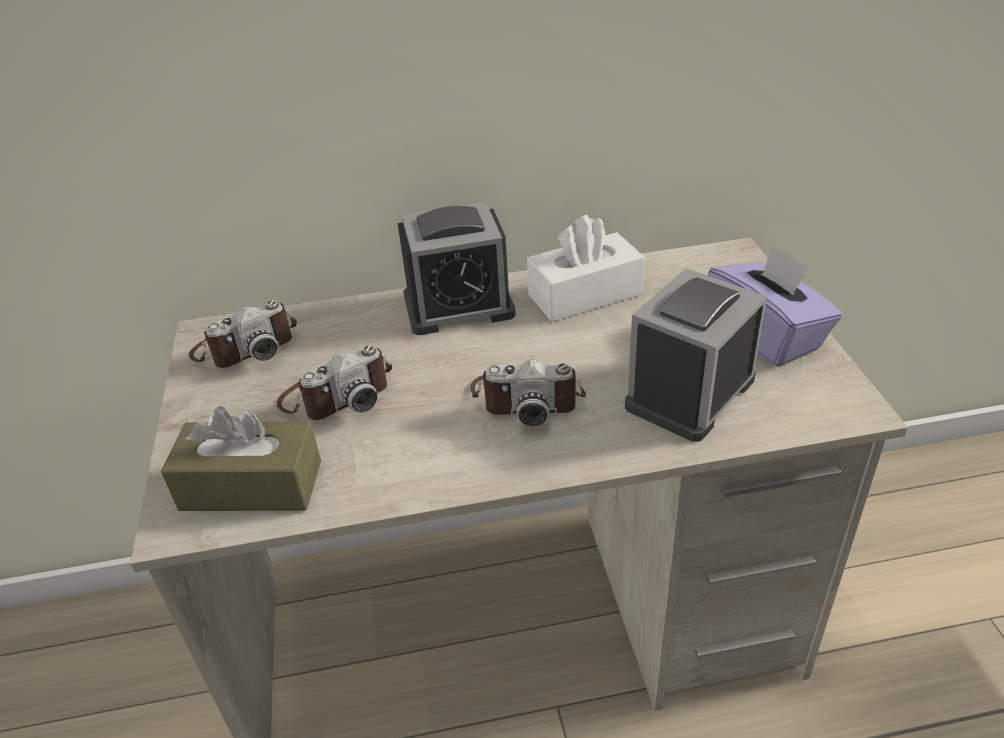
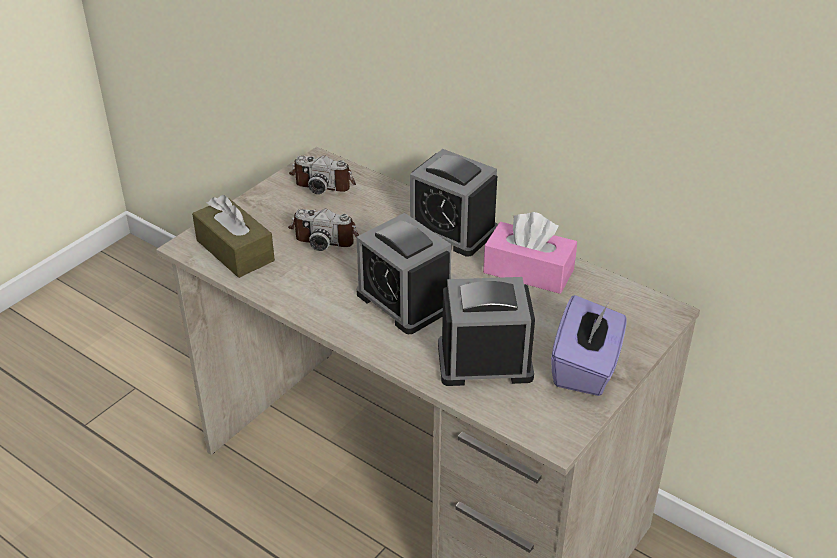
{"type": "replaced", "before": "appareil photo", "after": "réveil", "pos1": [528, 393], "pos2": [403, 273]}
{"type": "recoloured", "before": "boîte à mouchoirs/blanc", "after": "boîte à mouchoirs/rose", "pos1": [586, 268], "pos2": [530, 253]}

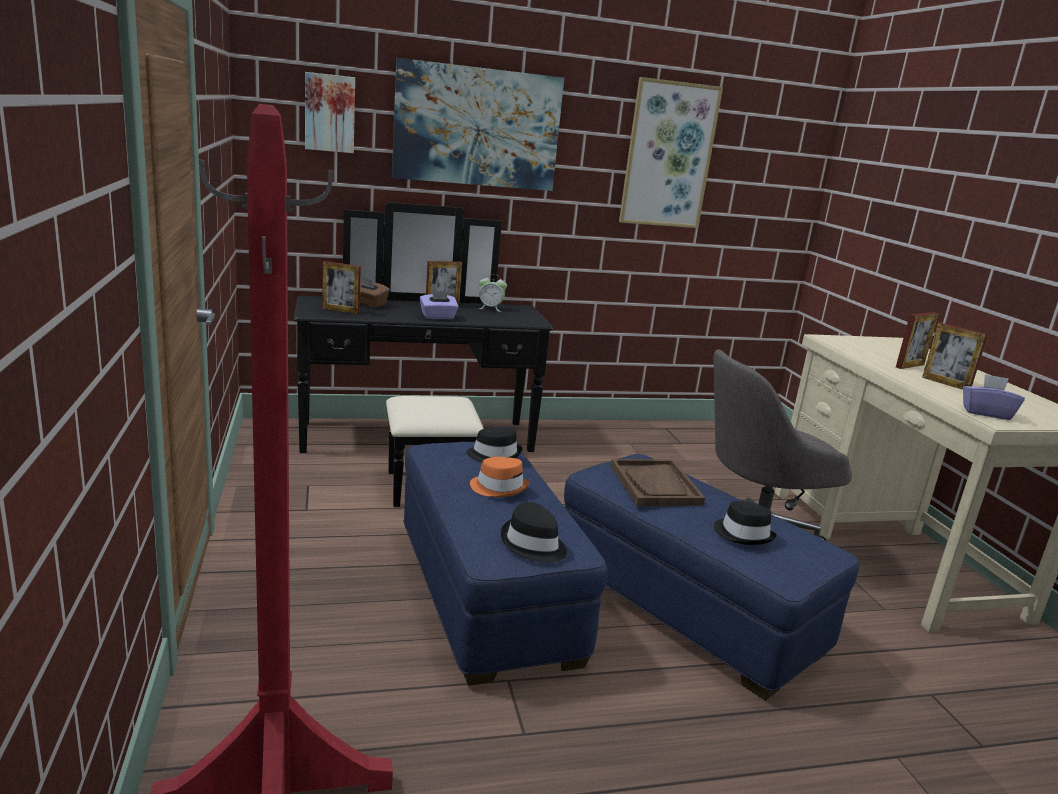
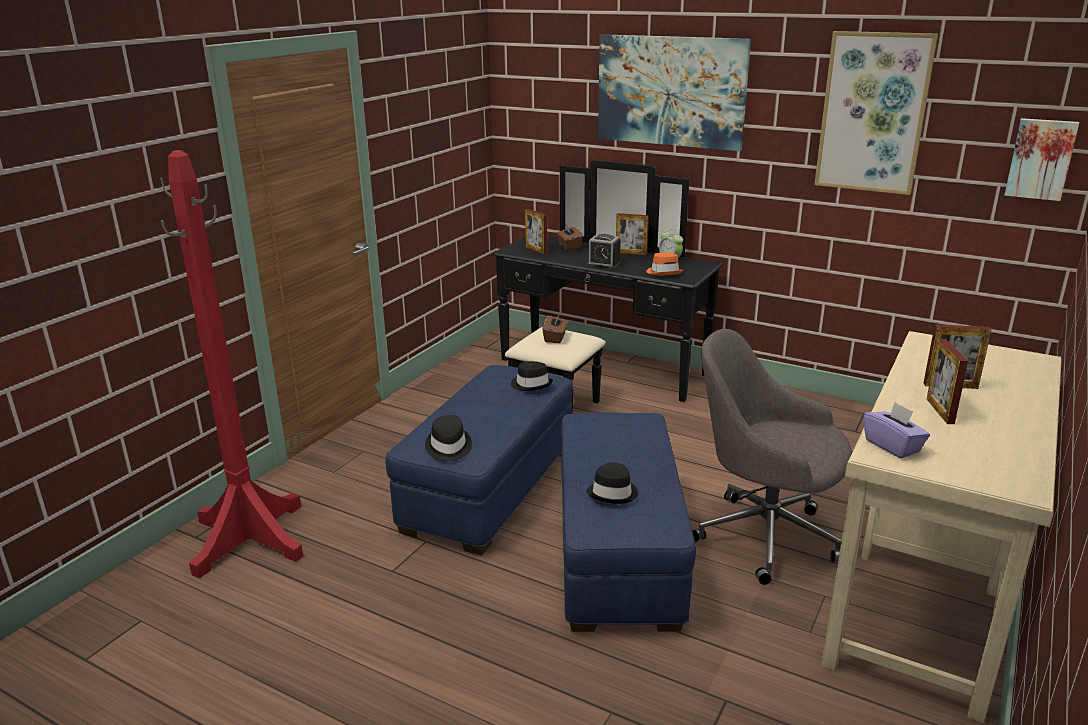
{"type": "removed", "before": "plateau/marron", "pos1": [658, 482]}
{"type": "added", "after": "boîte à mouchoirs/marron", "pos2": [555, 328]}
{"type": "moved", "before": "tableau", "pos1": [330, 112], "pos2": [1041, 159]}
{"type": "moved", "before": "chapeau/orange", "pos1": [499, 477], "pos2": [664, 263]}
{"type": "replaced", "before": "boîte à mouchoirs/violet", "after": "réveil", "pos1": [439, 305], "pos2": [604, 251]}

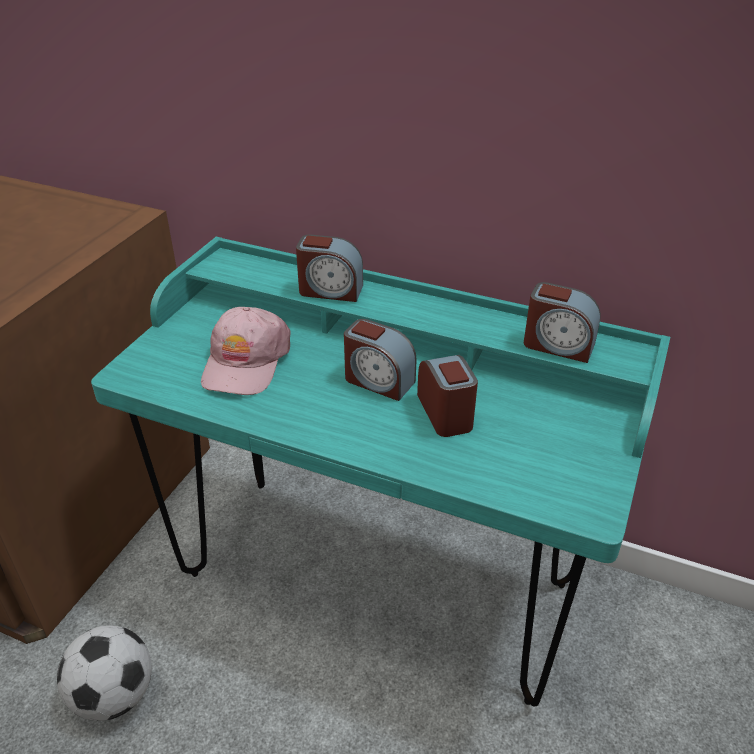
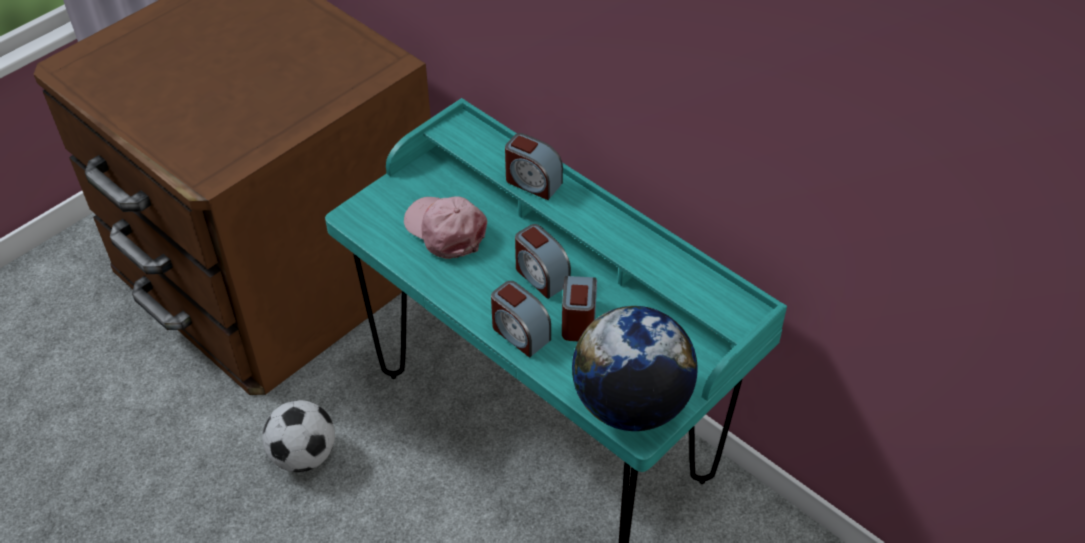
{"type": "added", "after": "globe", "pos2": [635, 368]}
{"type": "moved", "before": "réveil", "pos1": [562, 322], "pos2": [521, 319]}
{"type": "turned", "before": "casquette/rose", "pos1": [246, 351], "pos2": [445, 227], "turn": 105}

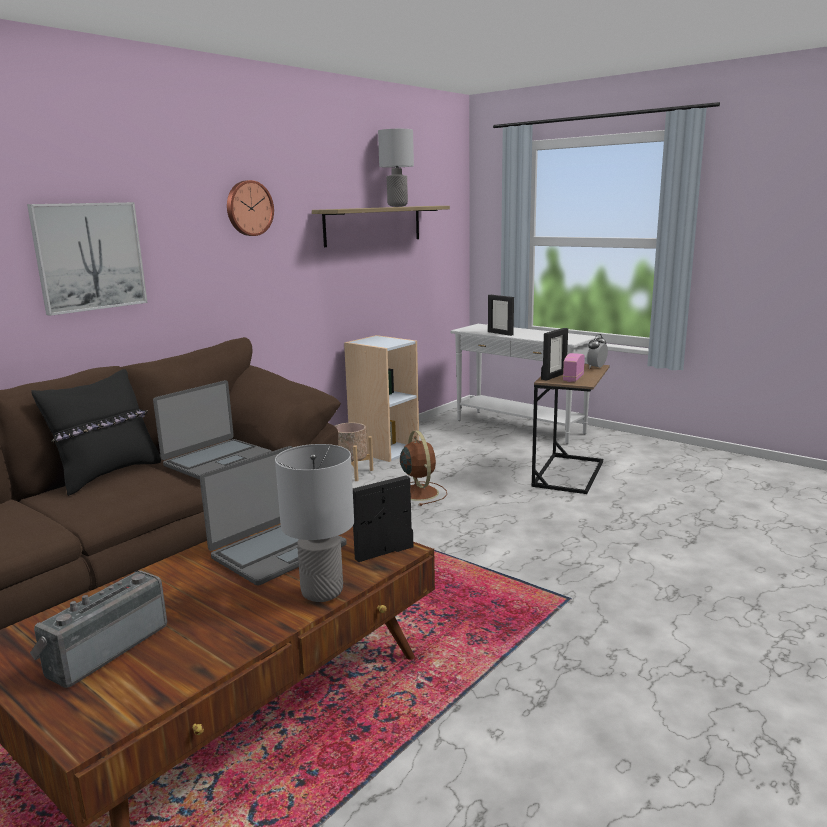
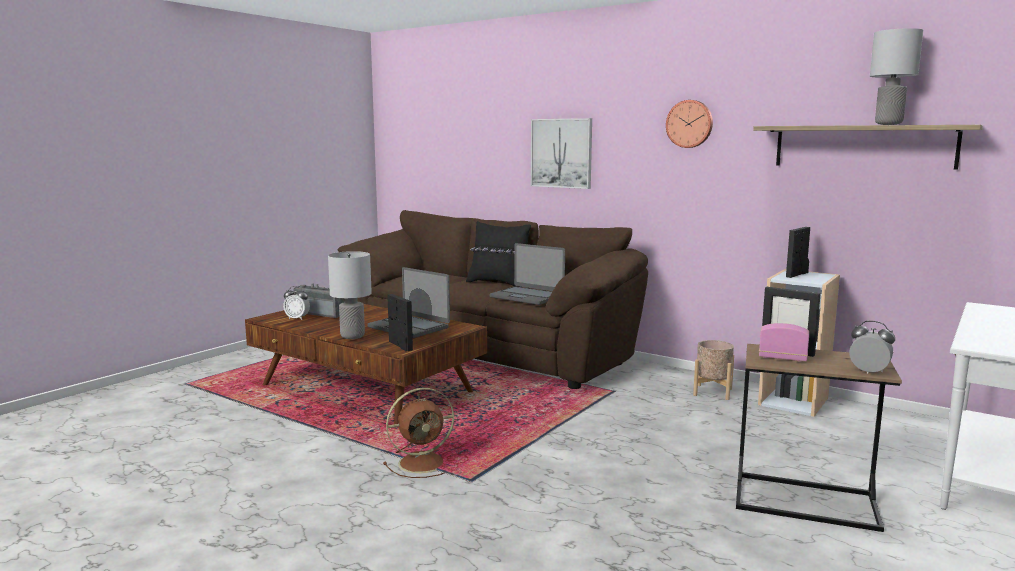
{"type": "added", "after": "réveil", "pos2": [296, 303]}
{"type": "moved", "before": "ventilateur/marron", "pos1": [423, 468], "pos2": [418, 433]}
{"type": "moved", "before": "cadre photo", "pos1": [501, 315], "pos2": [798, 252]}

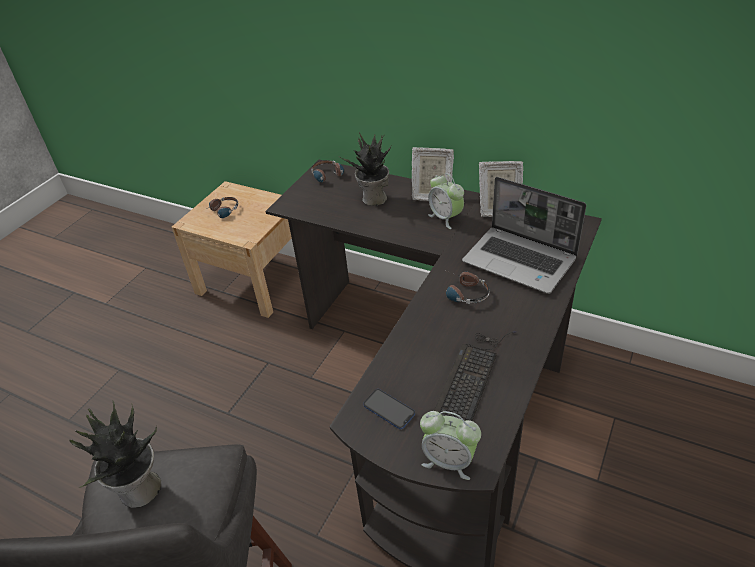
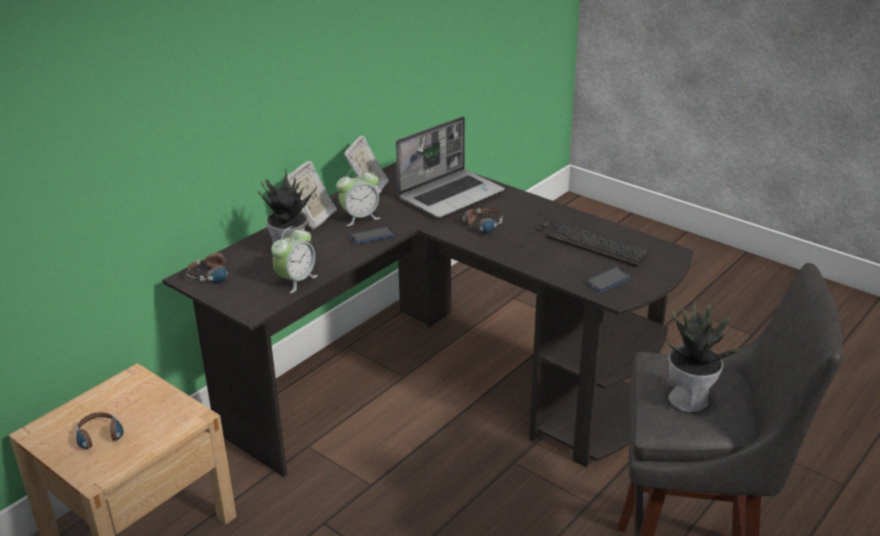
{"type": "added", "after": "téléphone", "pos2": [372, 235]}
{"type": "moved", "before": "réveil", "pos1": [450, 445], "pos2": [294, 259]}

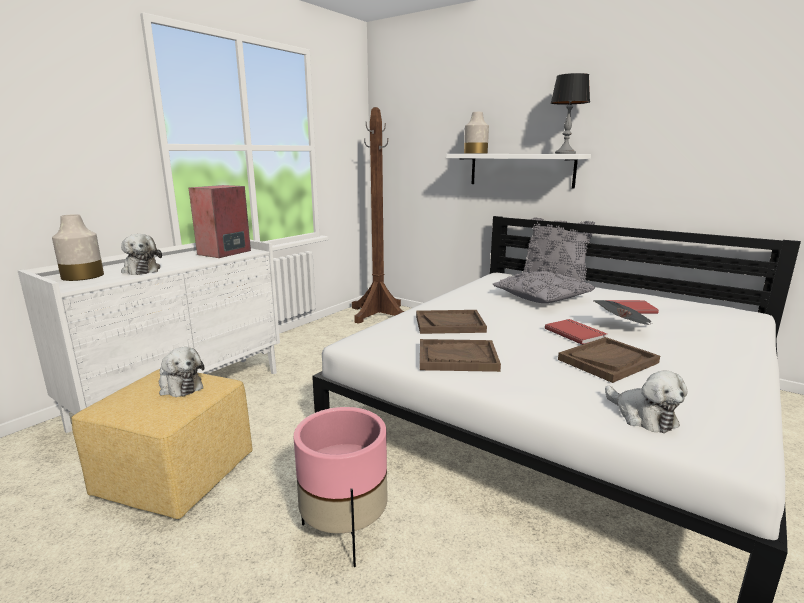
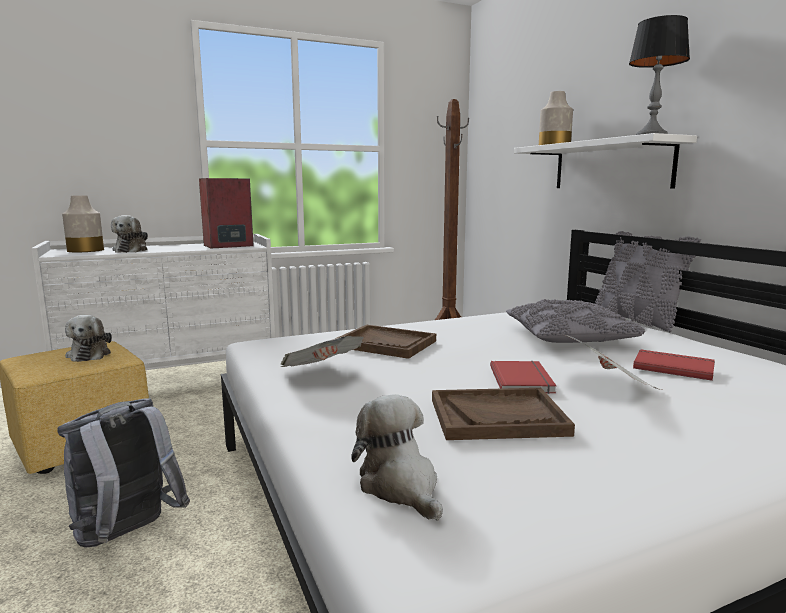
{"type": "replaced", "before": "cache-pot/rose", "after": "sac à dos/gris", "pos1": [341, 487], "pos2": [124, 473]}
{"type": "replaced", "before": "plateau/marron", "after": "journal", "pos1": [460, 355], "pos2": [322, 351]}
{"type": "turned", "before": "peluche", "pos1": [646, 402], "pos2": [397, 457], "turn": 150}

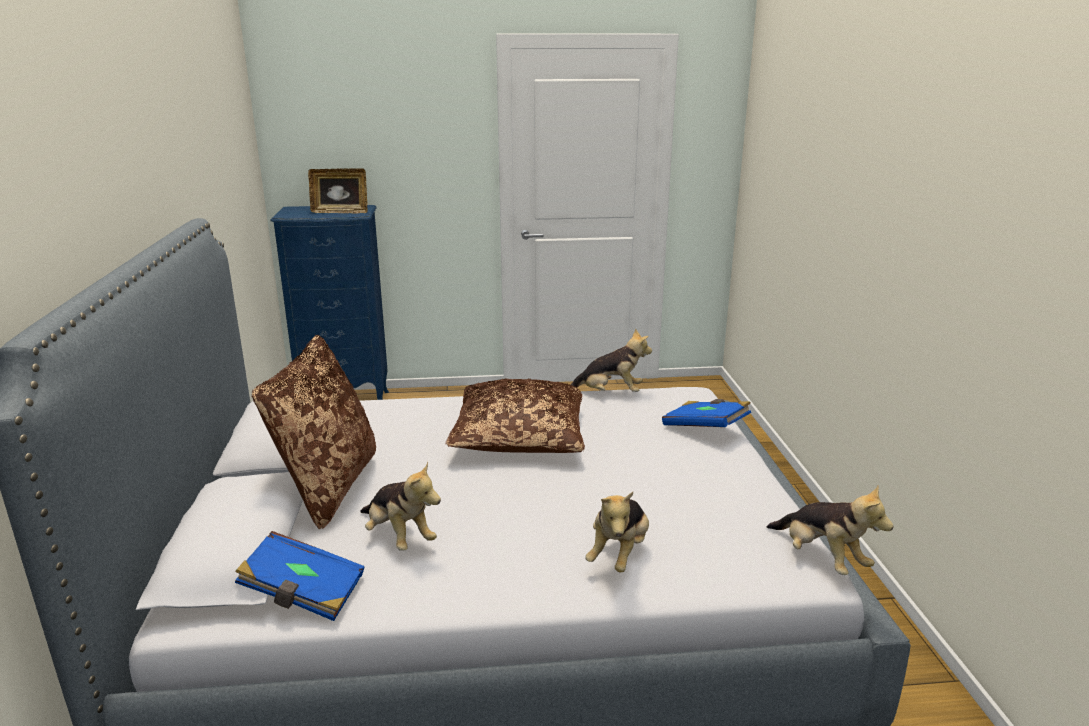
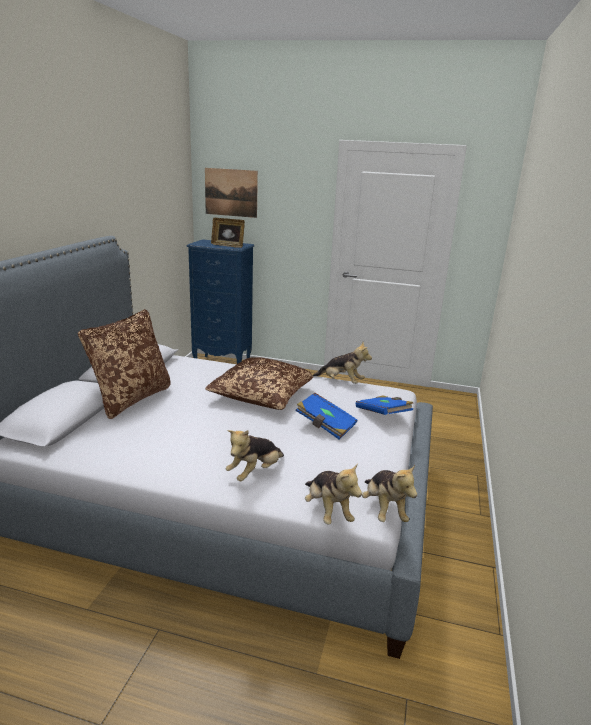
{"type": "added", "after": "tableau", "pos2": [231, 193]}
{"type": "moved", "before": "livre/bleu", "pos1": [300, 576], "pos2": [326, 416]}
{"type": "moved", "before": "peluche", "pos1": [400, 506], "pos2": [333, 494]}

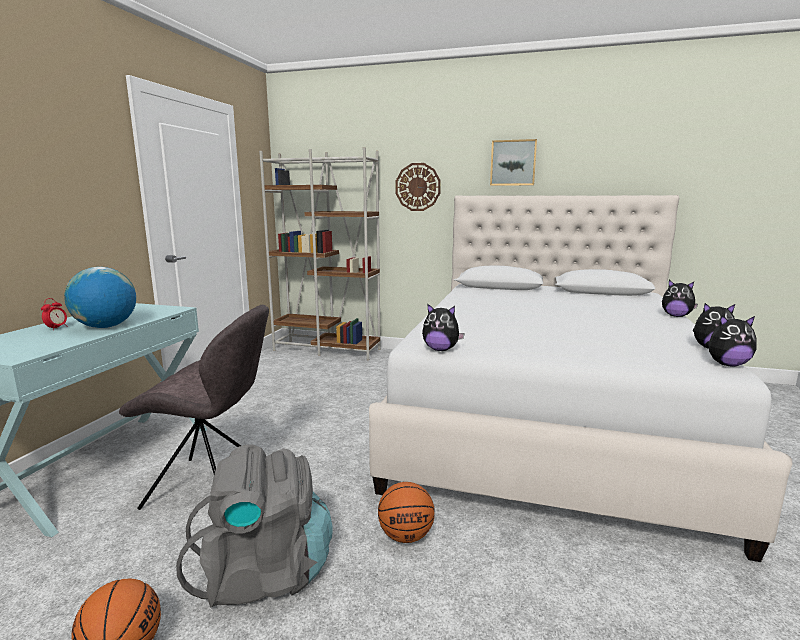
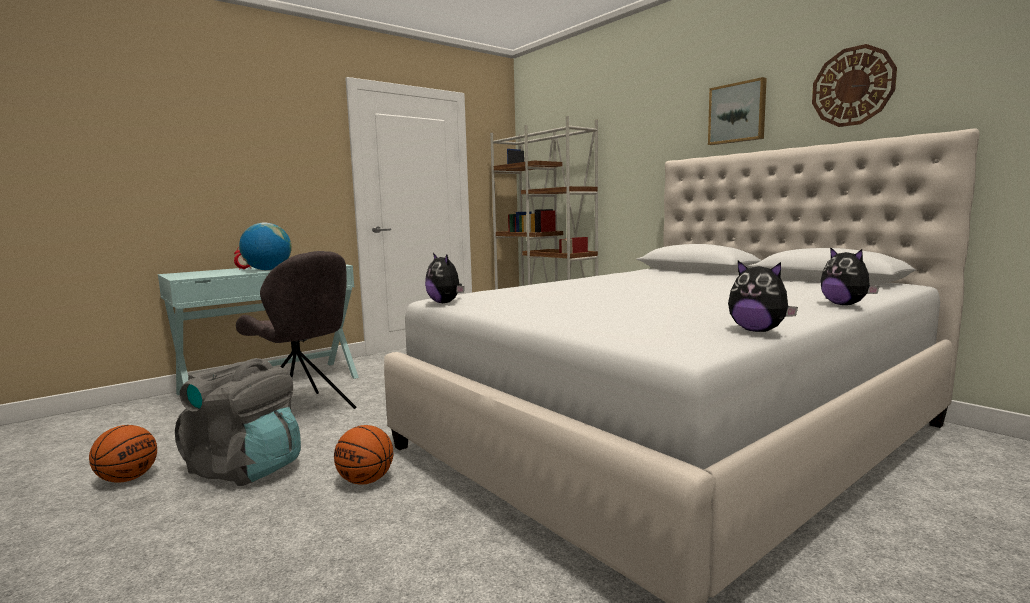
{"type": "removed", "before": "peluche", "pos1": [731, 341]}
{"type": "moved", "before": "horloge murale", "pos1": [418, 187], "pos2": [854, 85]}

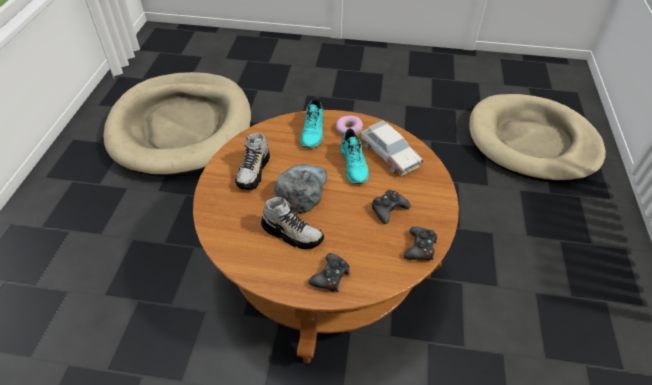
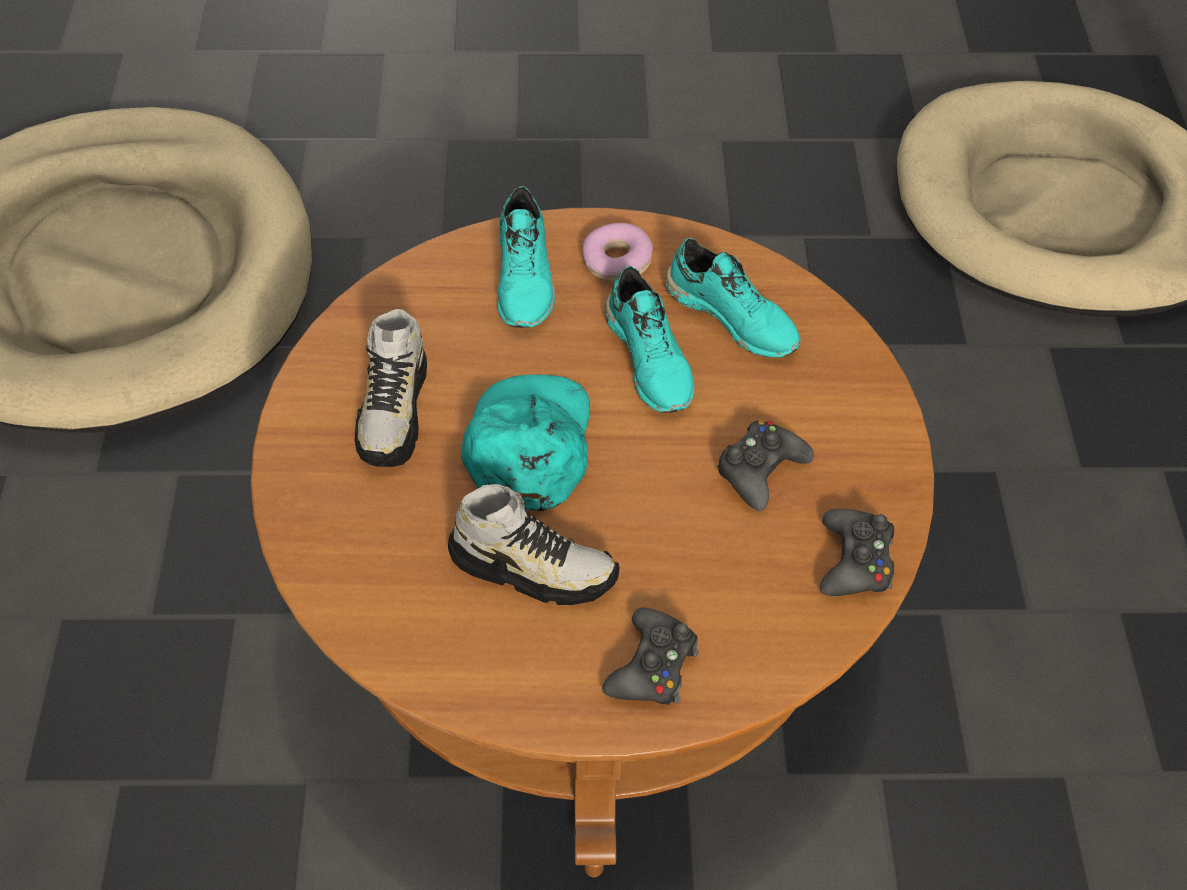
{"type": "replaced", "before": "petite voiture", "after": "chaussure/turquoise", "pos1": [392, 148], "pos2": [733, 297]}
{"type": "recoloured", "before": "casquette/gris", "after": "casquette/turquoise", "pos1": [300, 189], "pos2": [525, 442]}

